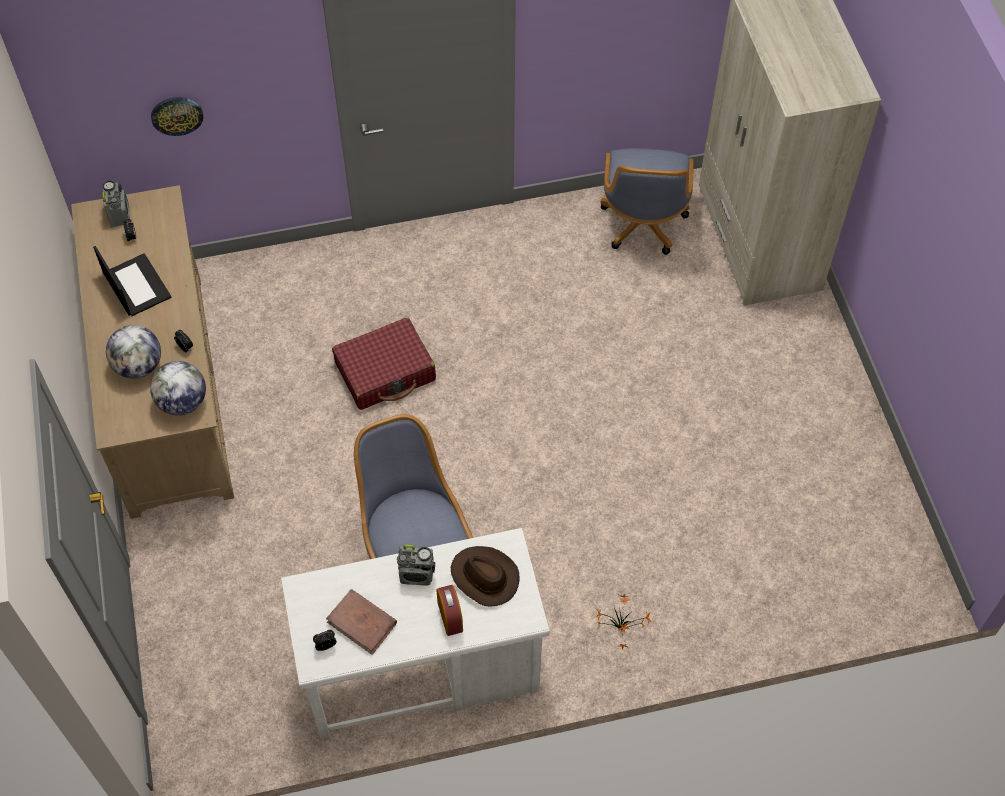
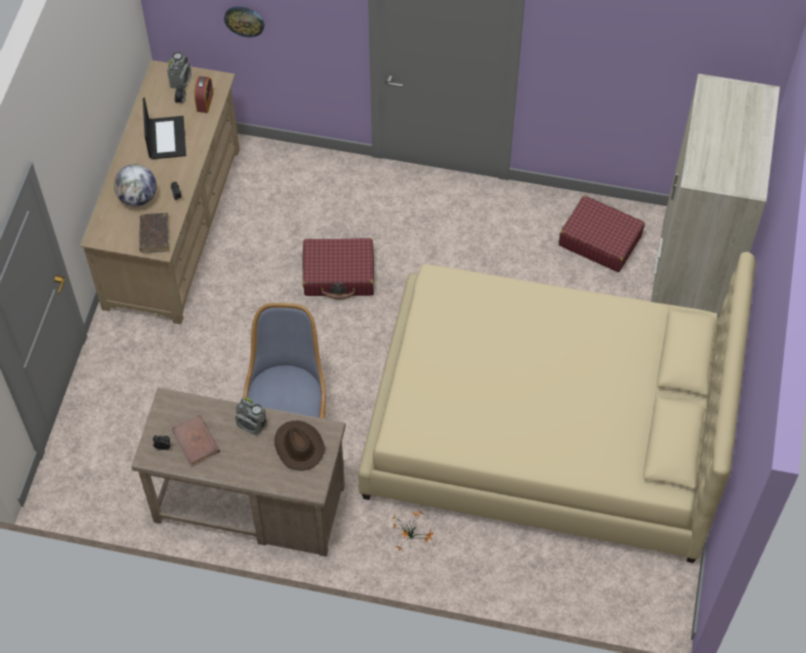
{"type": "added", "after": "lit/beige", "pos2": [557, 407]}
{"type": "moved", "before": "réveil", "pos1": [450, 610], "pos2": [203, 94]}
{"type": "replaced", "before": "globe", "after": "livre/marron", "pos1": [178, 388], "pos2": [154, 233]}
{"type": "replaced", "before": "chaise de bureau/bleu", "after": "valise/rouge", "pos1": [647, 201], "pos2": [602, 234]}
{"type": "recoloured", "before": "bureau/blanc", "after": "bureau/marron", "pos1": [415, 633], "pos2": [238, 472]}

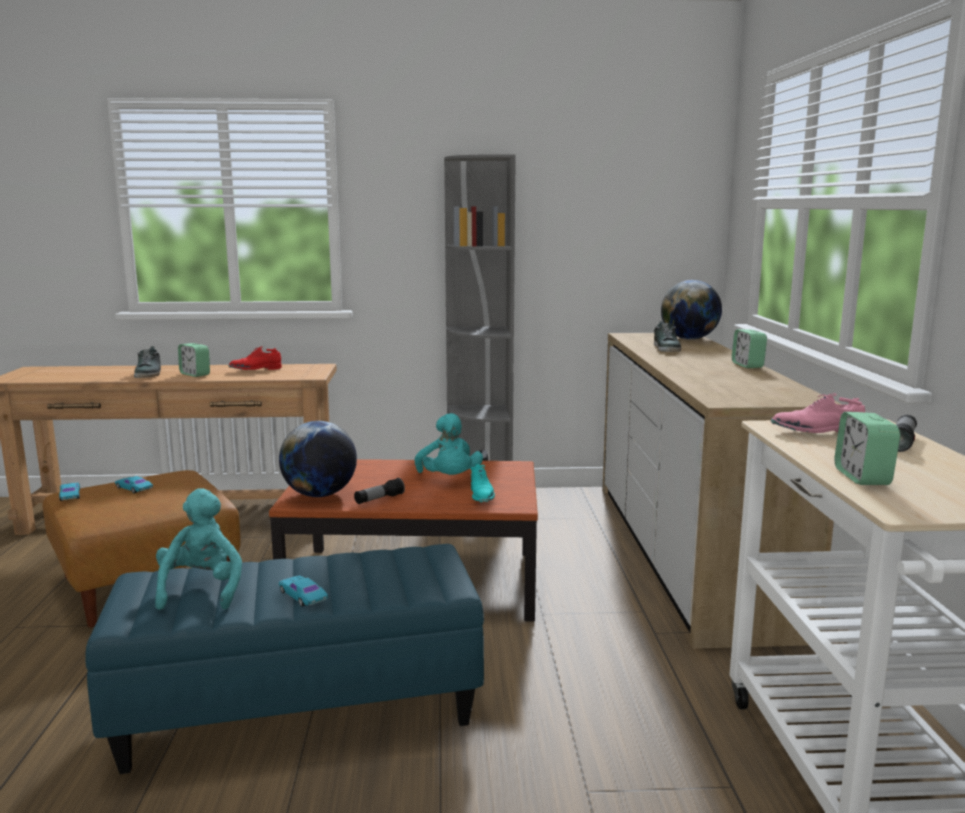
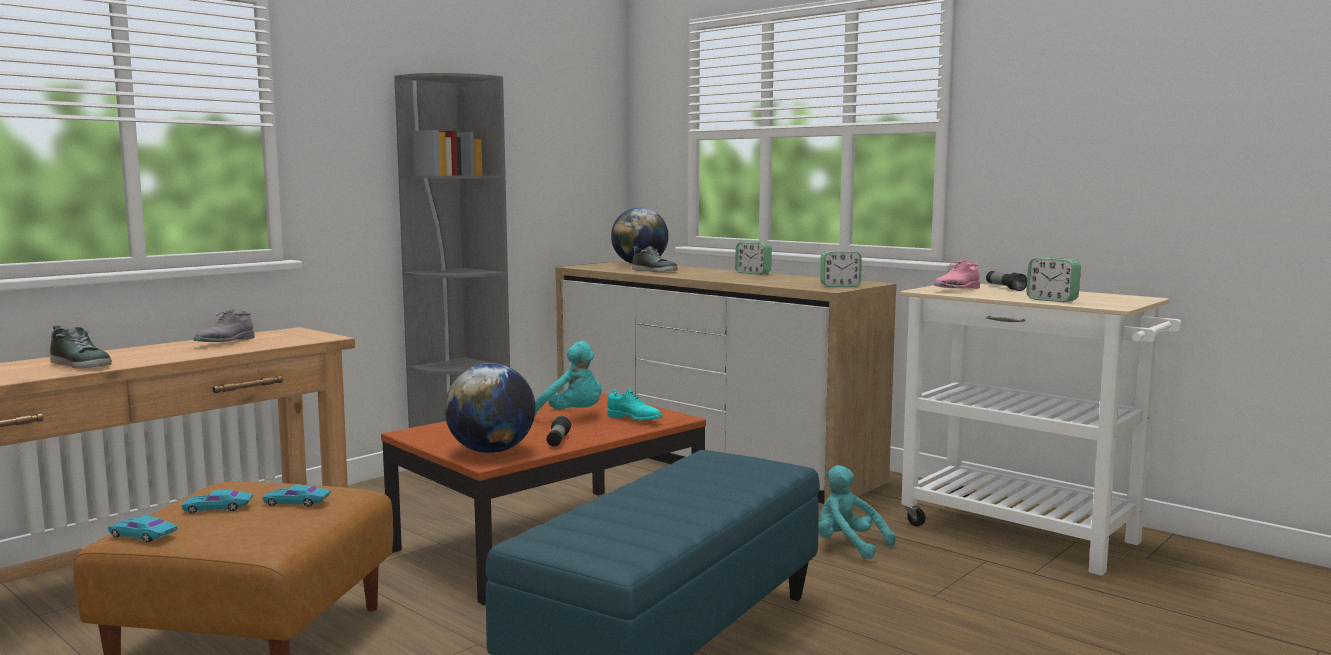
{"type": "moved", "before": "peluche/turquoise", "pos1": [198, 549], "pos2": [857, 512]}
{"type": "moved", "before": "réveil", "pos1": [194, 360], "pos2": [841, 269]}
{"type": "moved", "before": "petite voiture/turquoise", "pos1": [303, 591], "pos2": [296, 496]}
{"type": "recoloured", "before": "chaussure/rouge", "after": "chaussure/gris", "pos1": [255, 358], "pos2": [224, 325]}

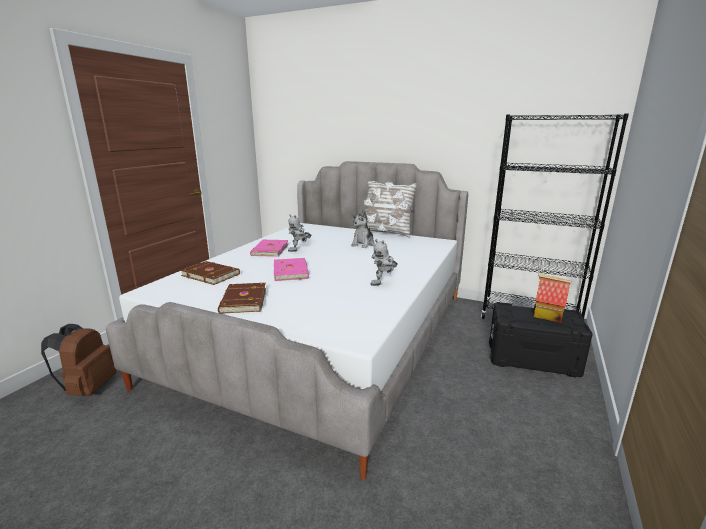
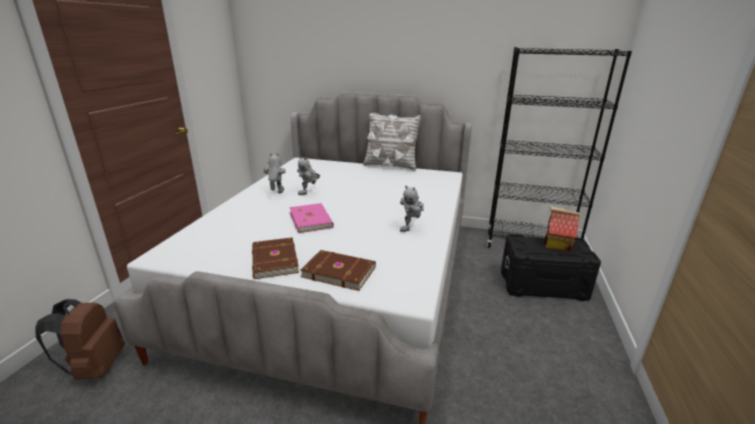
{"type": "removed", "before": "peluche", "pos1": [362, 229]}
{"type": "moved", "before": "livre/marron", "pos1": [210, 273], "pos2": [338, 270]}
{"type": "replaced", "before": "livre/rose", "after": "robot jouet", "pos1": [269, 248], "pos2": [274, 173]}

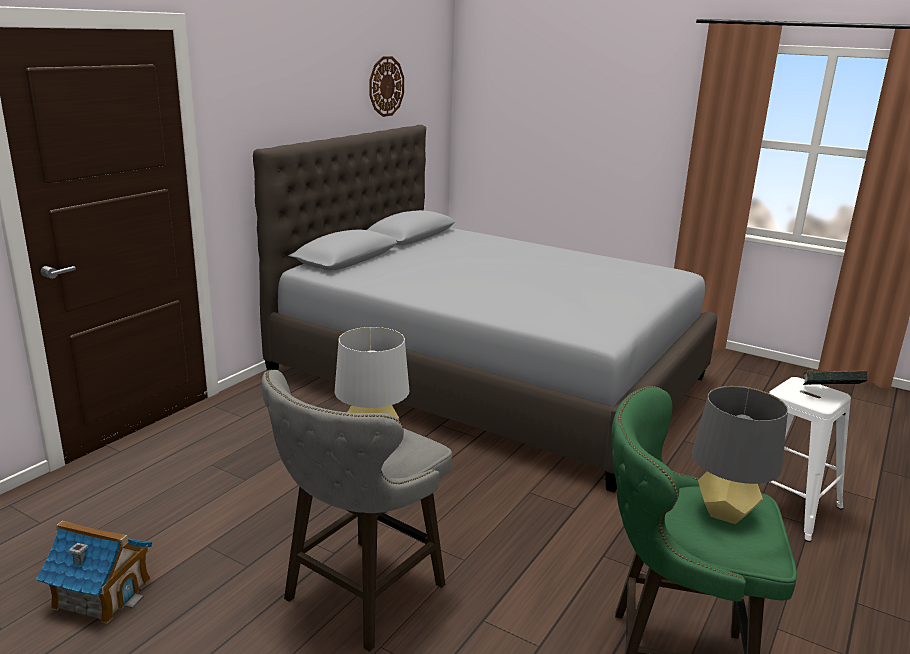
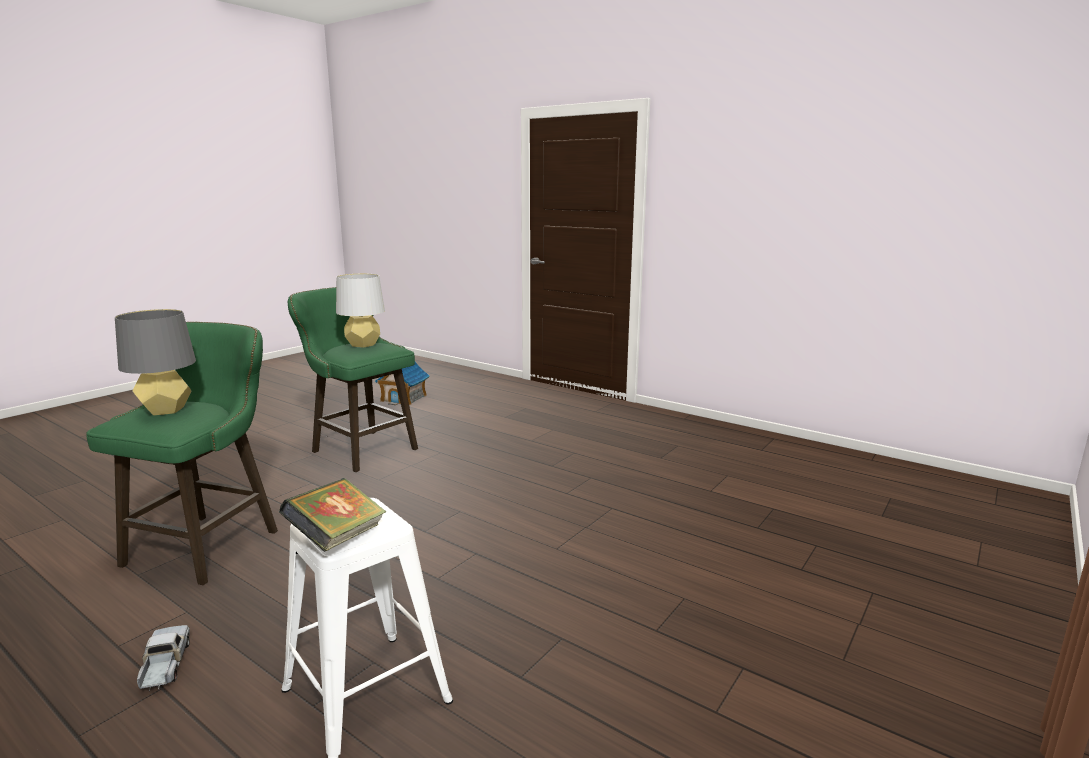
{"type": "removed", "before": "lit/gris", "pos1": [485, 309]}
{"type": "removed", "before": "horloge murale", "pos1": [386, 86]}
{"type": "added", "after": "camion jouet", "pos2": [163, 658]}
{"type": "recoloured", "before": "tabouret/gris", "after": "tabouret/vert", "pos1": [357, 511], "pos2": [353, 379]}

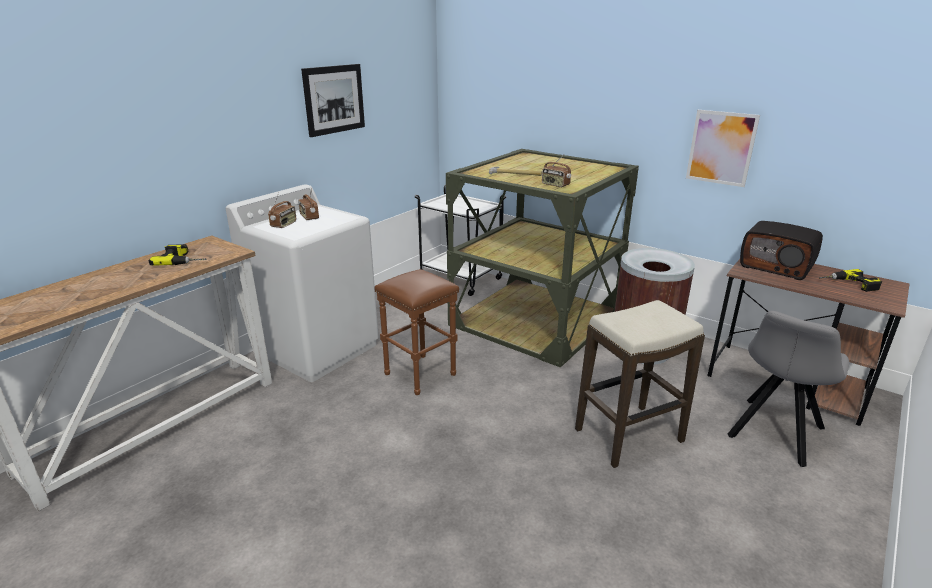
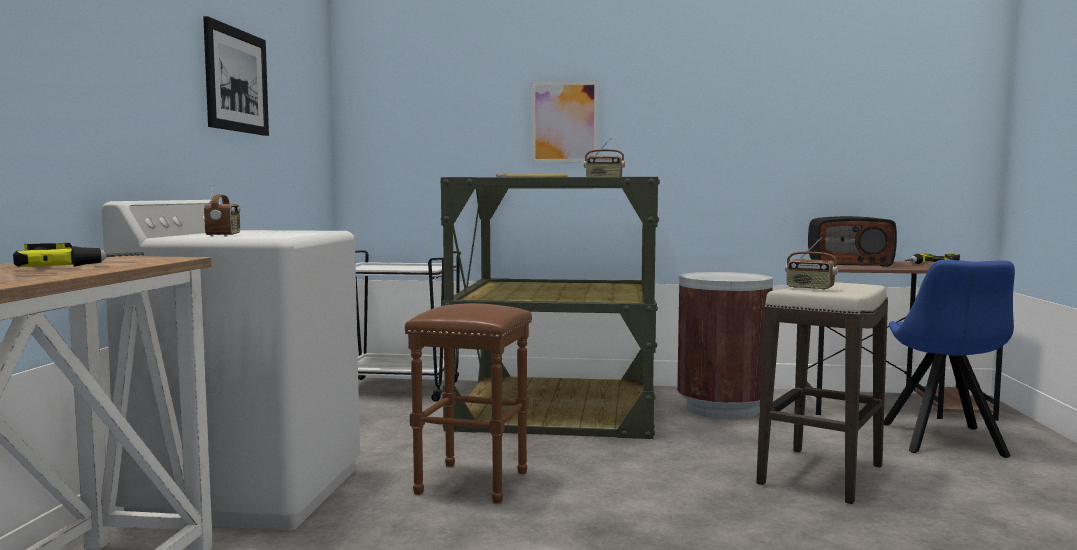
{"type": "moved", "before": "radio", "pos1": [308, 204], "pos2": [811, 263]}
{"type": "moved", "before": "tableau", "pos1": [723, 148], "pos2": [565, 122]}
{"type": "recoloured", "before": "chaise/gris", "after": "chaise/bleu", "pos1": [788, 389], "pos2": [949, 359]}

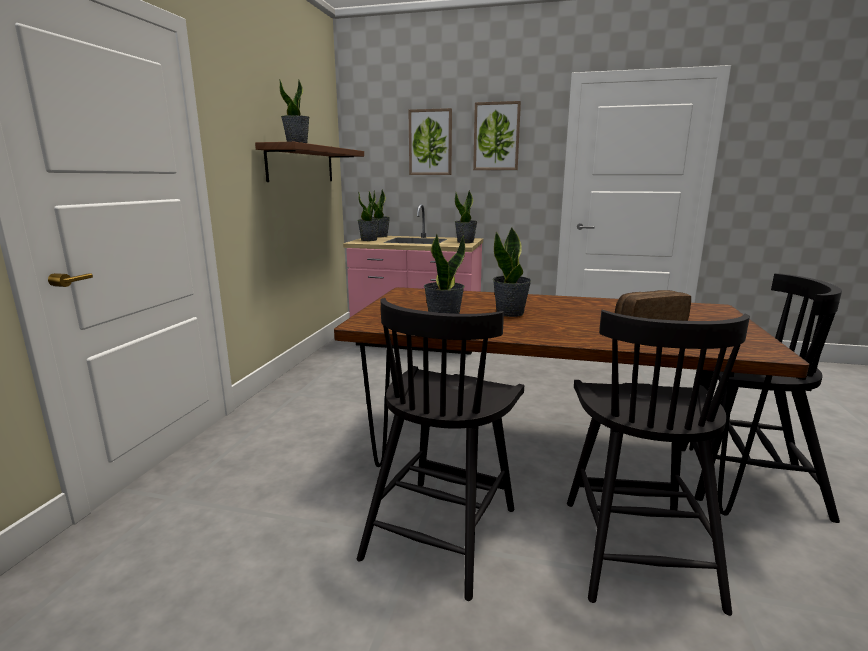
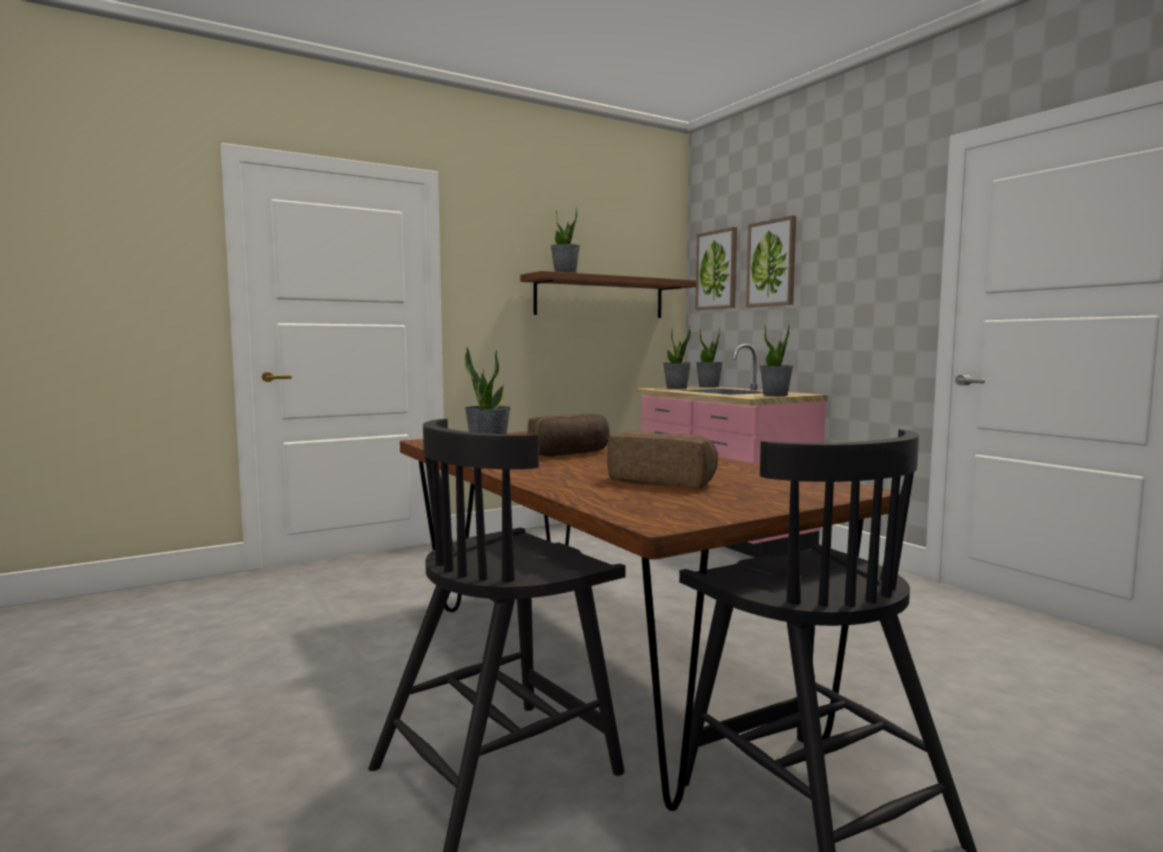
{"type": "removed", "before": "chaise/noir", "pos1": [440, 449]}
{"type": "moved", "before": "tableau", "pos1": [497, 135], "pos2": [716, 268]}
{"type": "replaced", "before": "plante en pot", "after": "pain", "pos1": [512, 272], "pos2": [568, 434]}

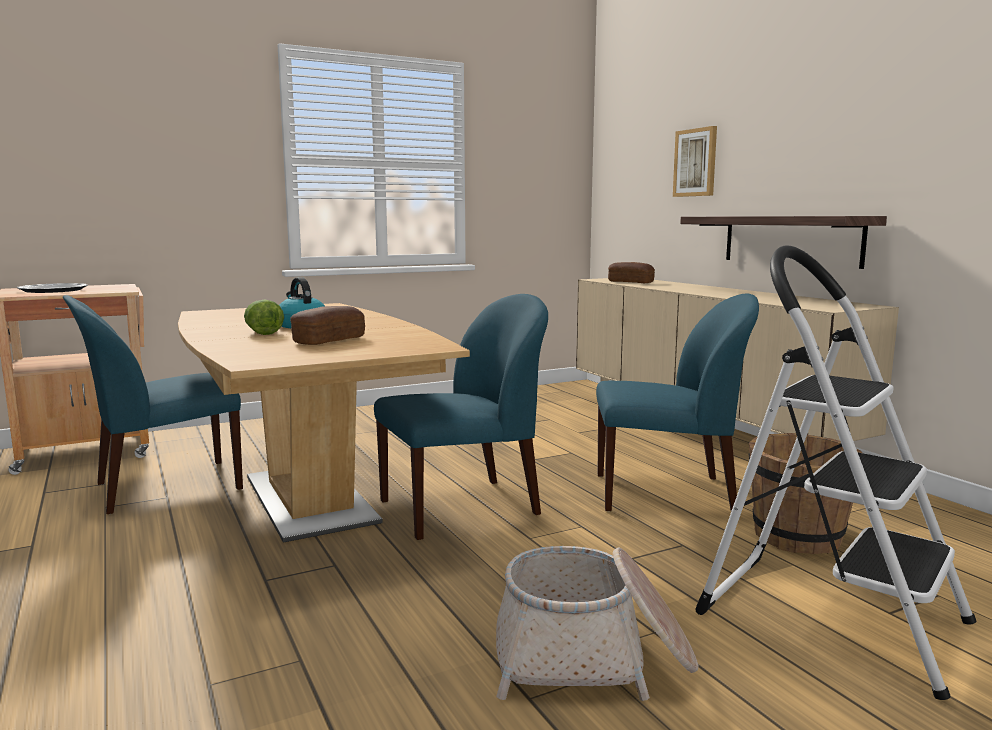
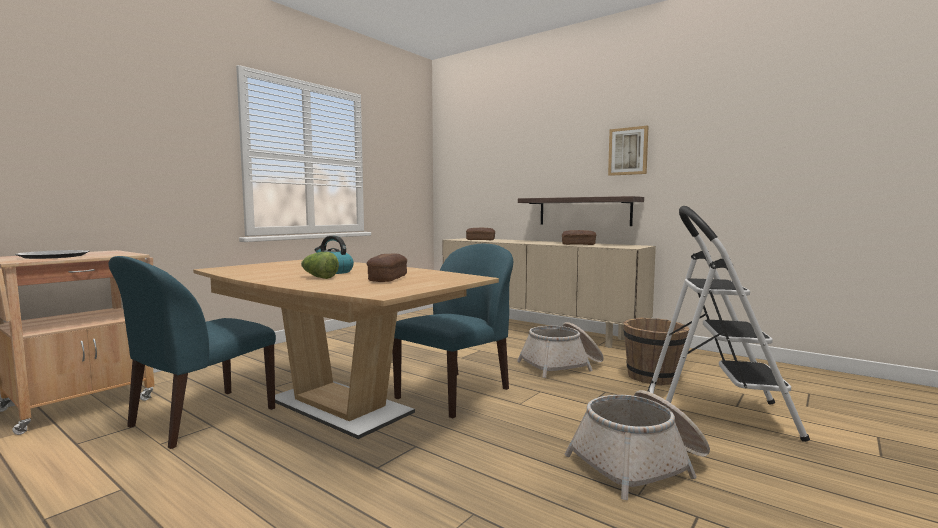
{"type": "added", "after": "pain", "pos2": [579, 237]}
{"type": "moved", "before": "tableau", "pos1": [695, 161], "pos2": [628, 151]}
{"type": "replaced", "before": "chaise/bleu", "after": "panier", "pos1": [677, 402], "pos2": [560, 350]}

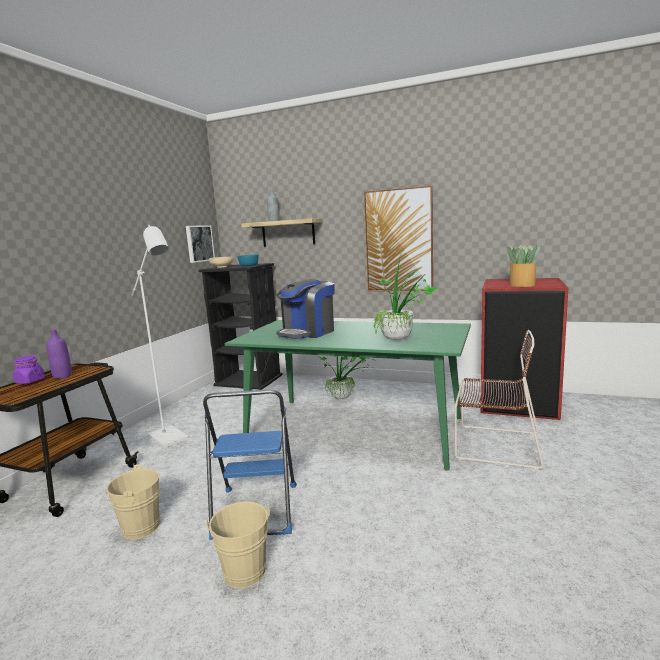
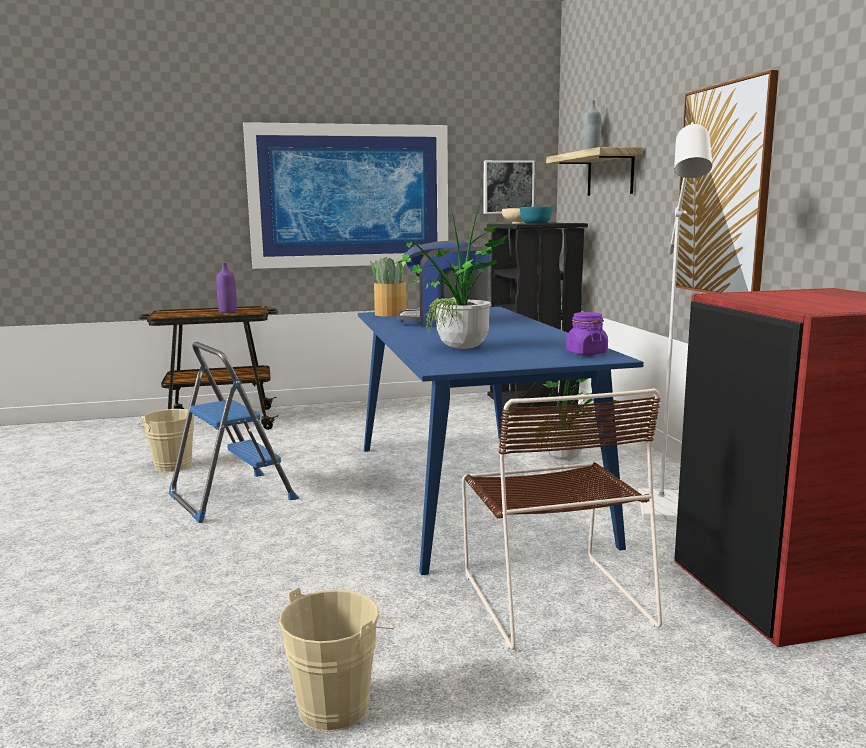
{"type": "added", "after": "tableau", "pos2": [345, 195]}
{"type": "moved", "before": "bocal/violet", "pos1": [29, 369], "pos2": [587, 333]}
{"type": "moved", "before": "lampadaire/blanc", "pos1": [160, 336], "pos2": [675, 321]}
{"type": "moved", "before": "seau/beige", "pos1": [238, 545], "pos2": [337, 659]}
{"type": "moved", "before": "plante en pot", "pos1": [523, 266], "pos2": [388, 287]}
{"type": "recoloured", "before": "table à manger/vert", "after": "table à manger/bleu", "pos1": [347, 395], "pos2": [501, 441]}

